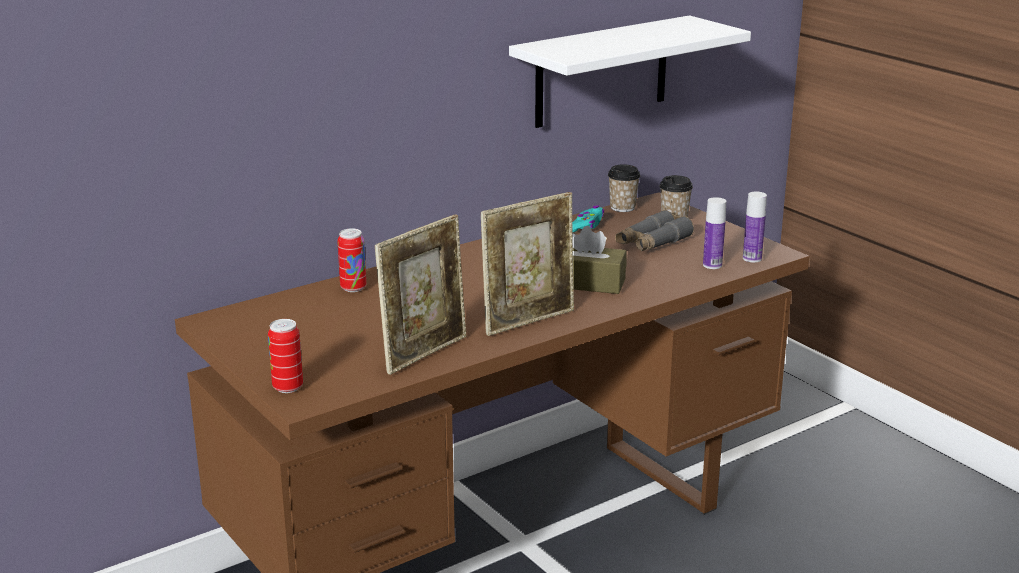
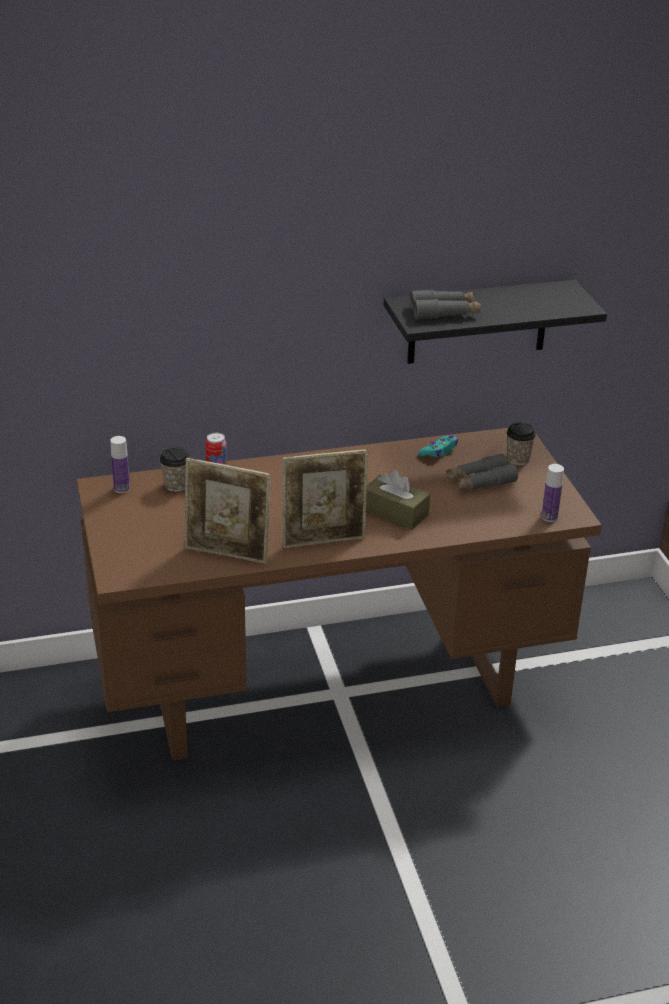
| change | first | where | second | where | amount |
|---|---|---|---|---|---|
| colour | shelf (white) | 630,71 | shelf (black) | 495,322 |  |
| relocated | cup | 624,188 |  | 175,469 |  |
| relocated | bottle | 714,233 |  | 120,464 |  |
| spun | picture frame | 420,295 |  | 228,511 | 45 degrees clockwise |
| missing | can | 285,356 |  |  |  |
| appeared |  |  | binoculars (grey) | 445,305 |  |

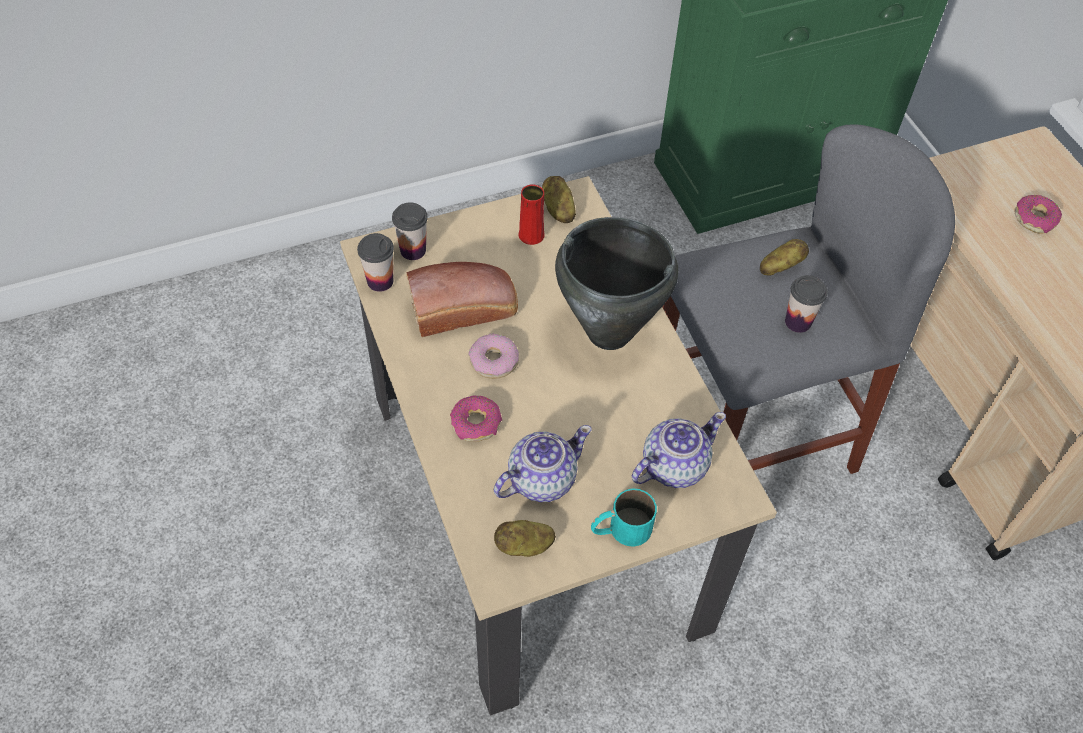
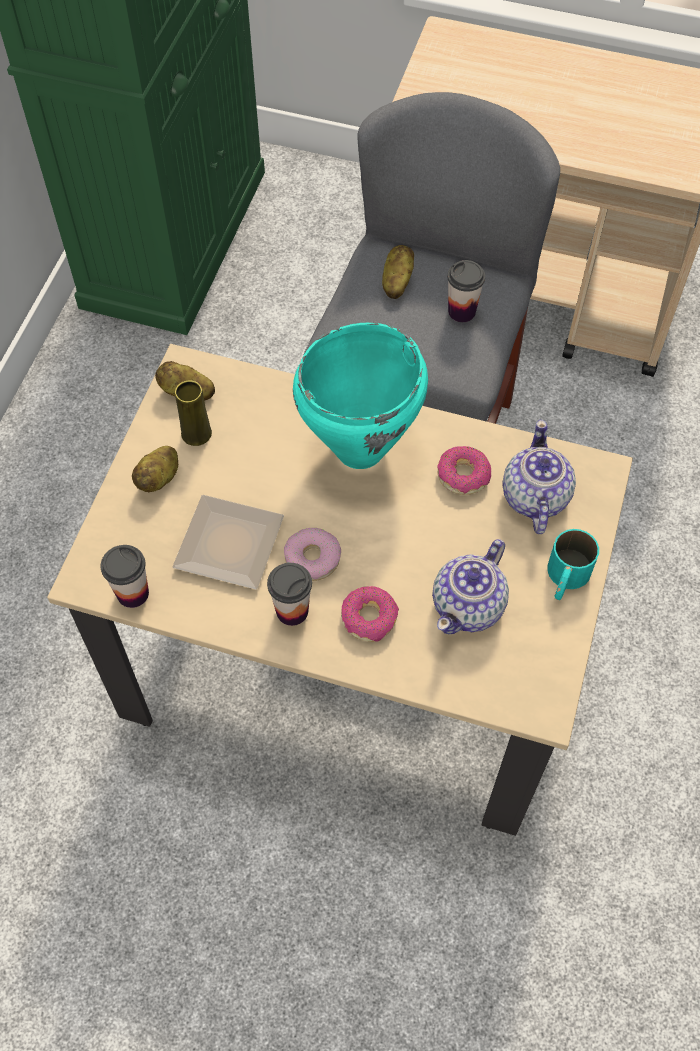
| change | first | where | second | where | amount |
|---|---|---|---|---|---|
| colour | vase (red) | 531,214 | vase (yellow) | 193,413 |  |
| relocated | donut | 1038,214 |  | 464,470 |  |
| relocated | cup | 410,231 |  | 289,594 |  |
| colour | cooking pot (black) | 616,283 | cooking pot (turquoise) | 360,396 |  |
| exchanged | bread | 462,299 | plate | 228,542 |  |
| spun | teapot | 543,463 |  | 470,587 | 150 degrees counterclockwise |
| relocated | potato | 525,538 |  | 155,469 |  |

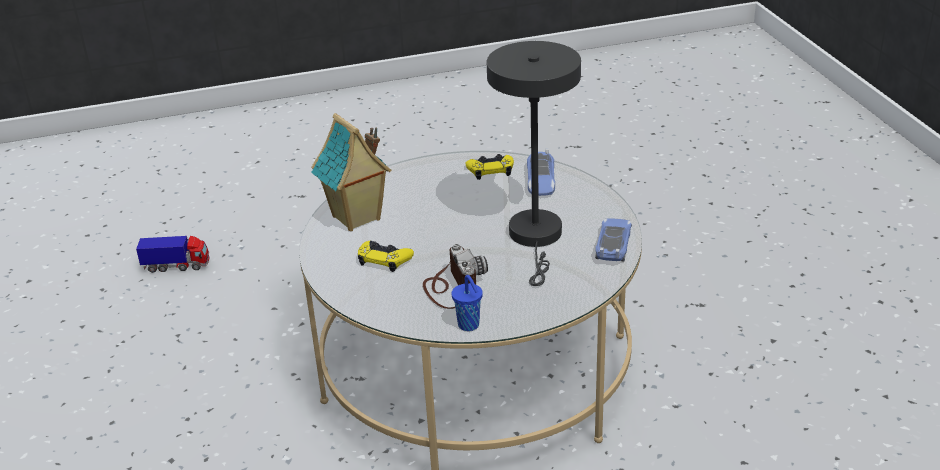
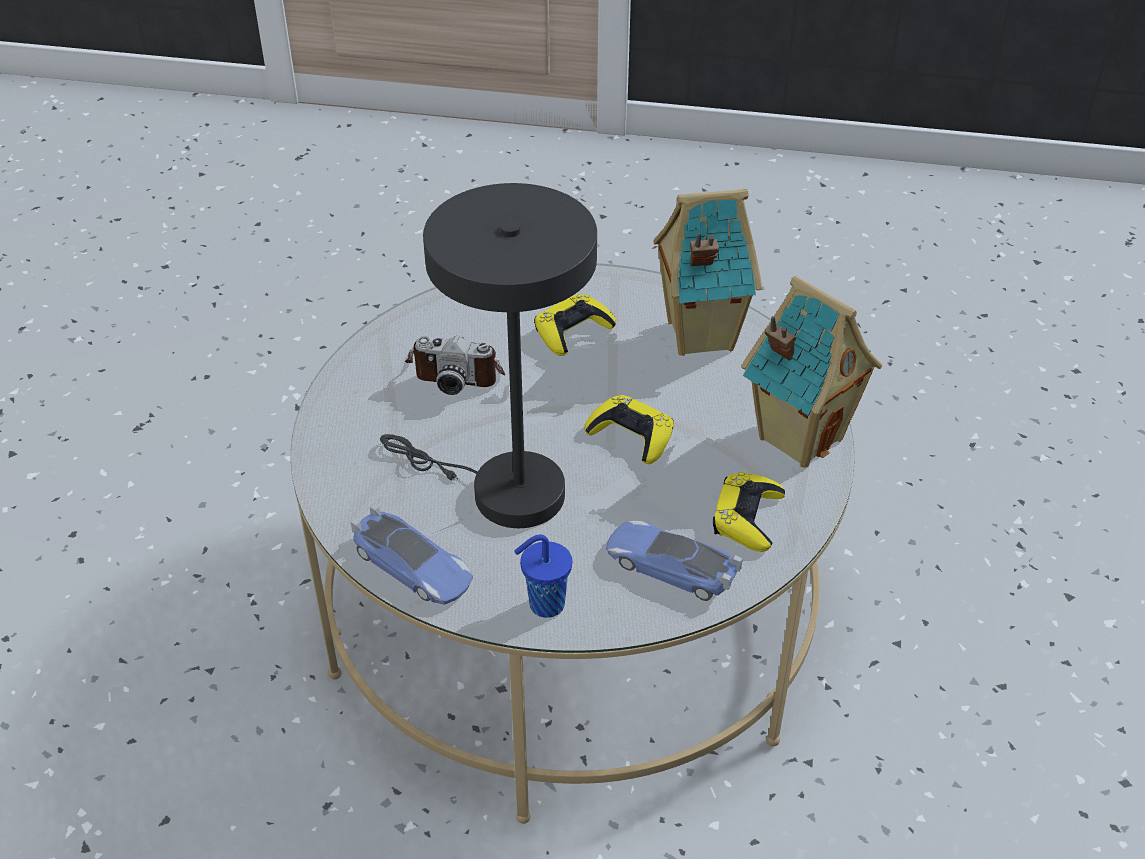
| change | first | where | second | where | amount |
|---|---|---|---|---|---|
| missing | toy truck | 172,254 |  |  |  |
| relocated | cup (blue) | 467,303 |  | 543,576 |  |
| appeared |  |  | toy house | 811,372 |  |
| appeared |  |  | game controller (yellow) | 629,429 |  |

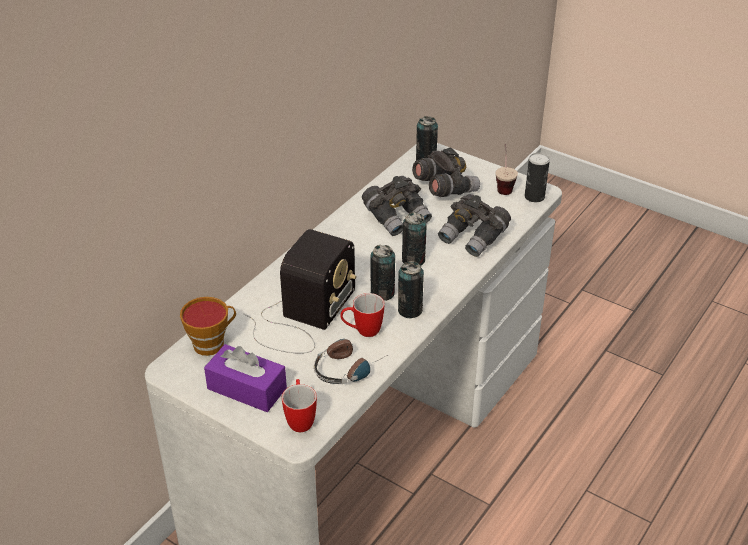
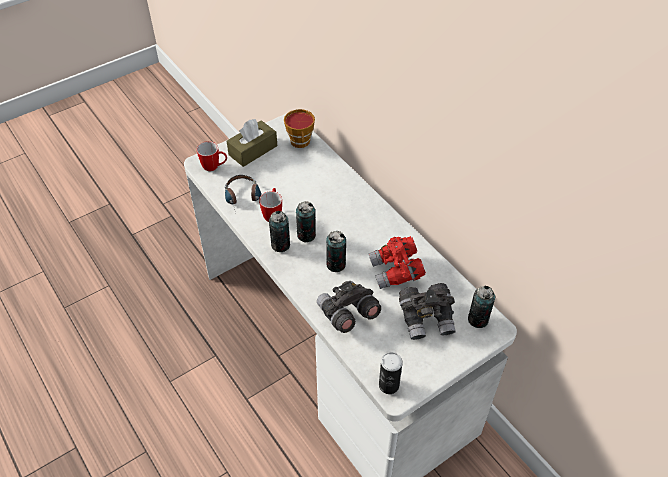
| change | first | where | second | where | amount |
|---|---|---|---|---|---|
| missing | cup | 507,169 |  |  |  |
| colour | binoculars (grey) | 397,206 | binoculars (red) | 397,262 |  |
| missing | radio | 300,291 |  |  |  |
| colour | tissue box (purple) | 245,378 | tissue box (brown) | 252,143 |  |

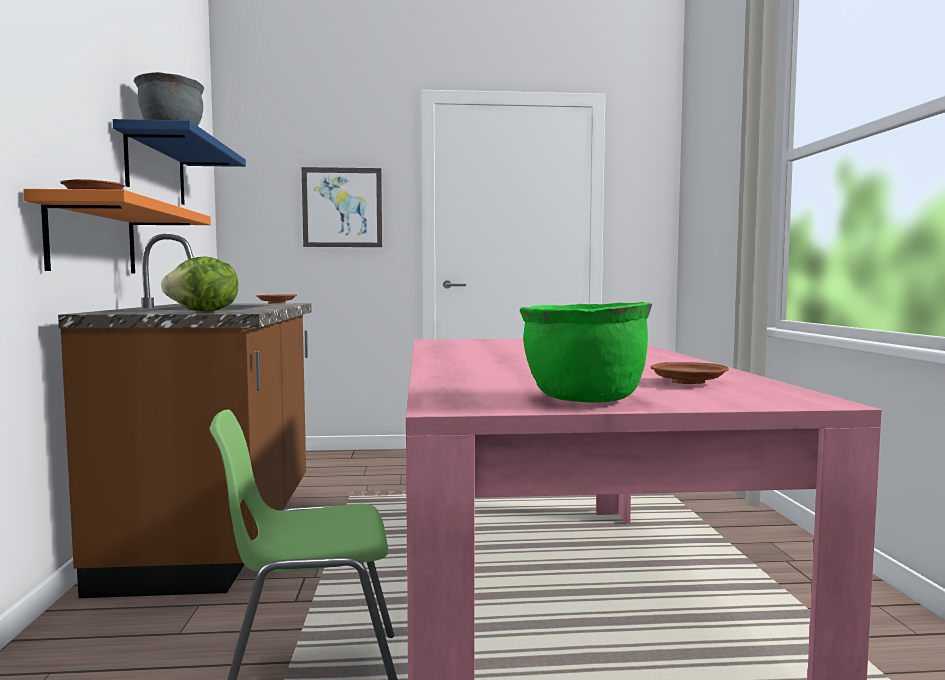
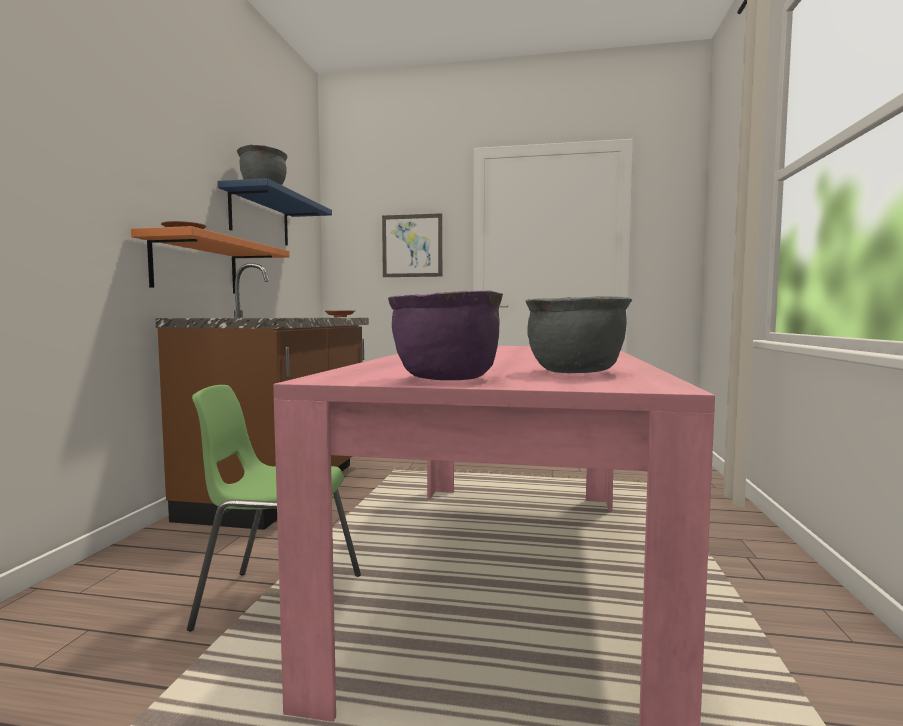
| change | first | where | second | where | amount |
|---|---|---|---|---|---|
| missing | lettuce | 199,284 |  |  |  |
| colour | cooking pot (green) | 586,352 | cooking pot (purple) | 445,335 |  |
| exchanged | plate (brown) | 689,373 | cooking pot (grey) | 578,334 |  |

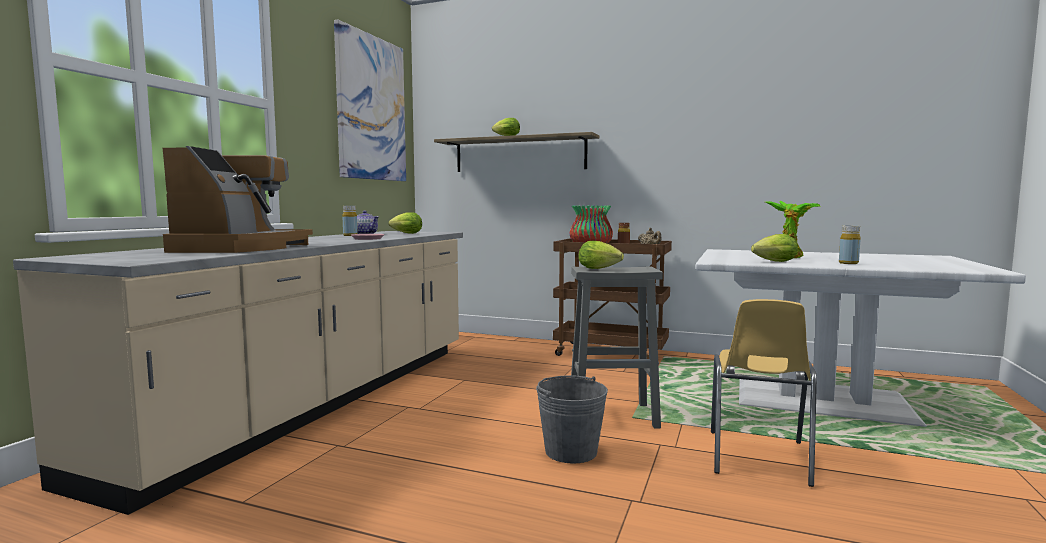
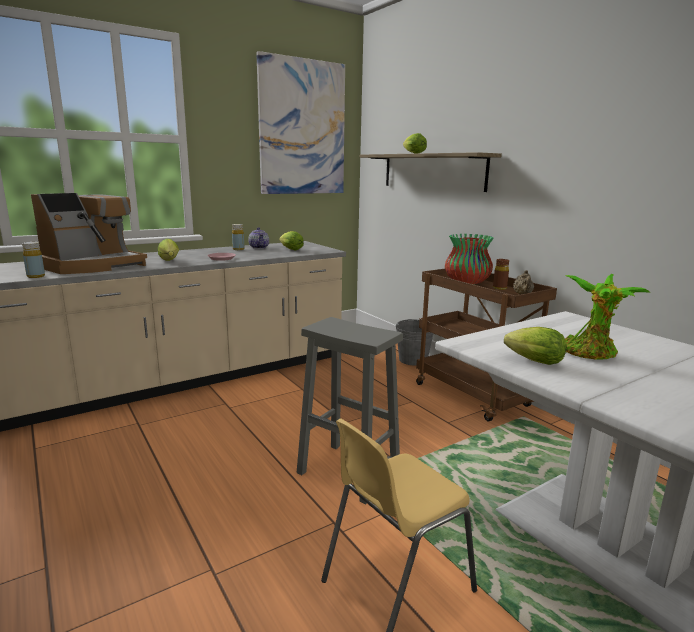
| change | first | where | second | where | amount |
|---|---|---|---|---|---|
| relocated | bottle (yellow) | 850,245 |  | 33,260 |  |
| relocated | lettuce | 601,255 |  | 168,250 |  |
| relocated | bucket (grey) | 572,419 |  | 414,342 |  |

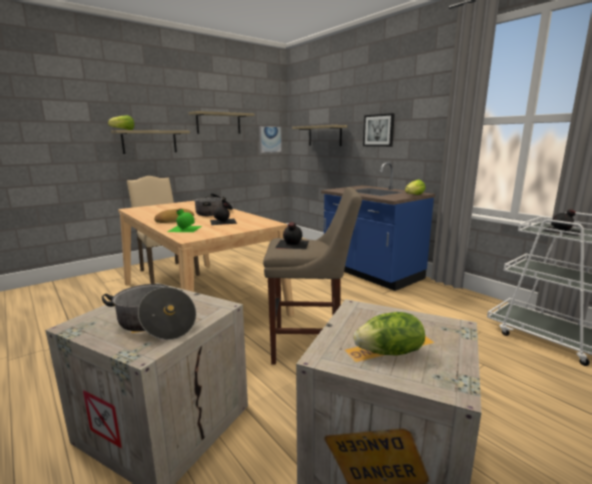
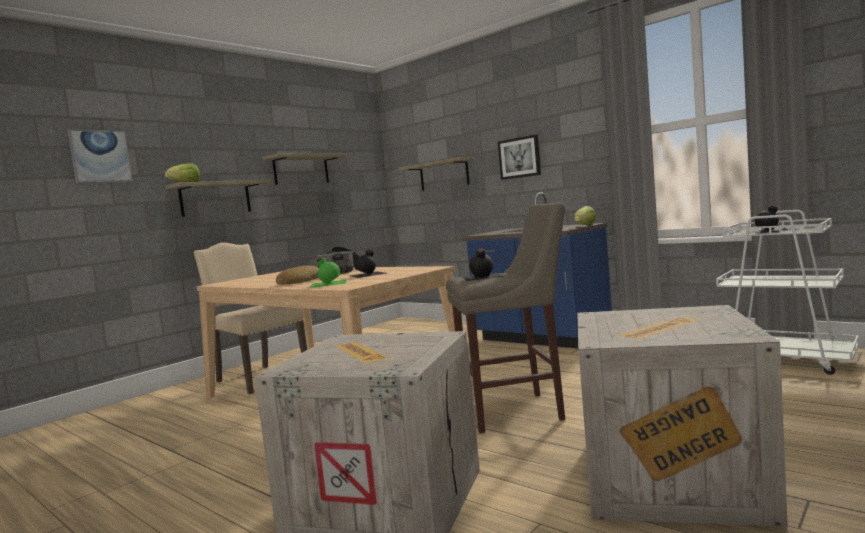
| change | first | where | second | where | amount |
|---|---|---|---|---|---|
| relocated | picture | 270,139 |  | 100,156 |  |
| missing | cooking pot | 149,312 |  |  |  |
| missing | lettuce | 389,334 |  |  |  |

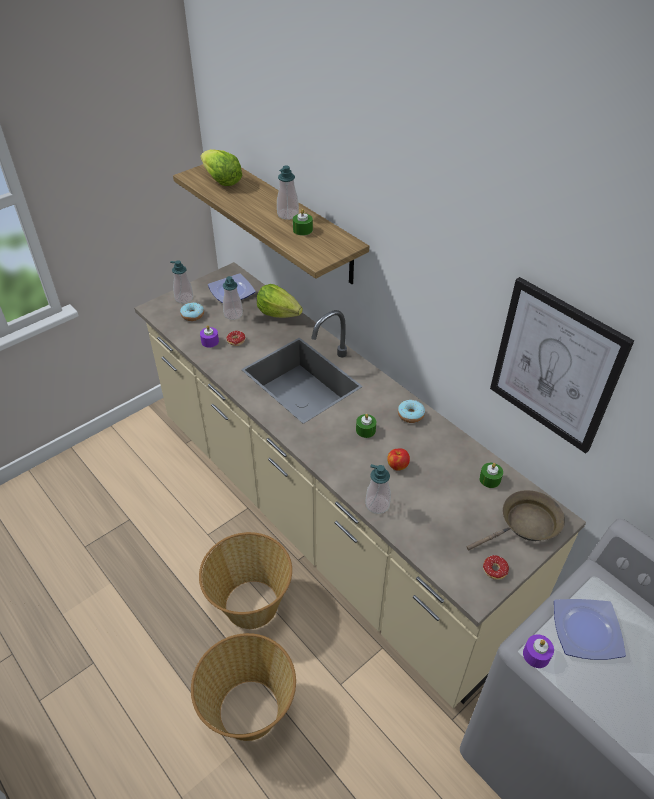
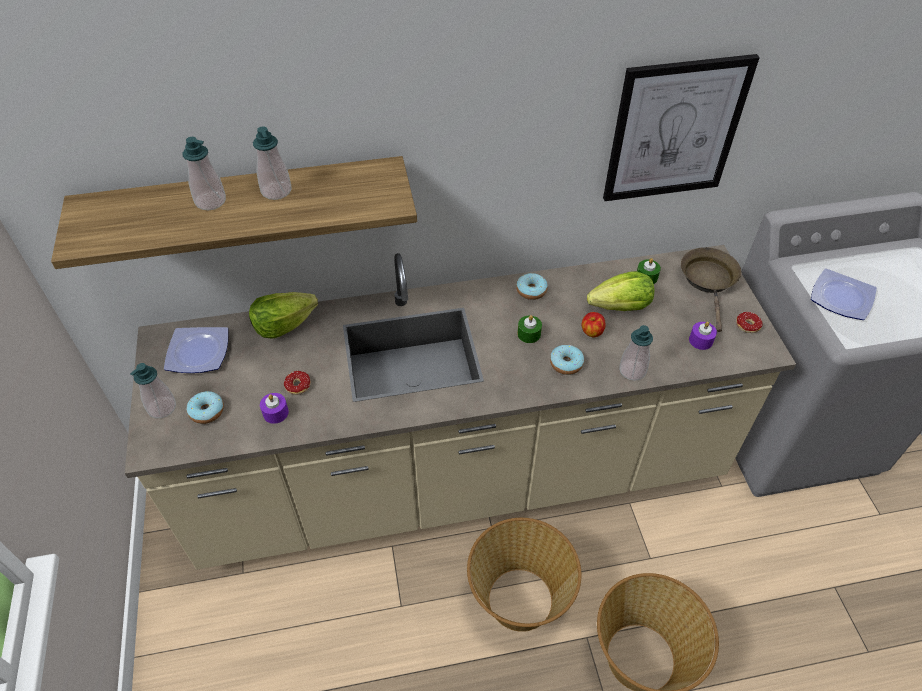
| change | first | where | second | where | amount |
|---|---|---|---|---|---|
| relocated | lettuce | 221,167 |  | 620,291 |  |
| missing | candle (green) | 303,222 |  |  |  |
| relocated | soap dispenser | 233,298 |  | 204,174 |  |
| relocated | candle (purple) | 538,651 |  | 703,336 |  |
| appeared |  |  | donut | 567,360 |  |

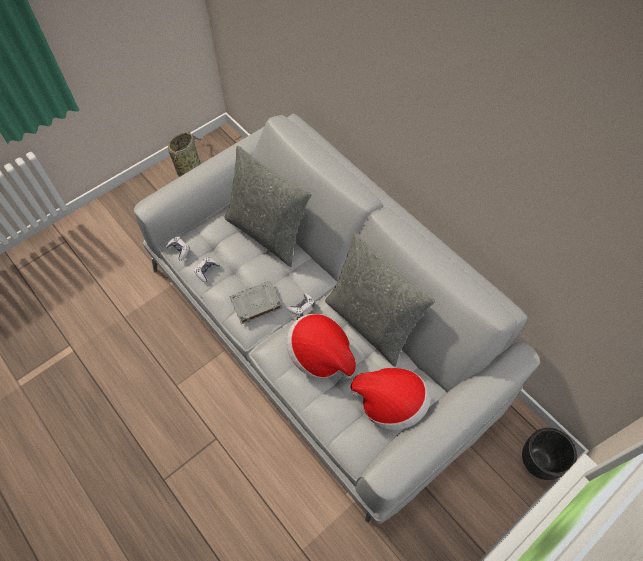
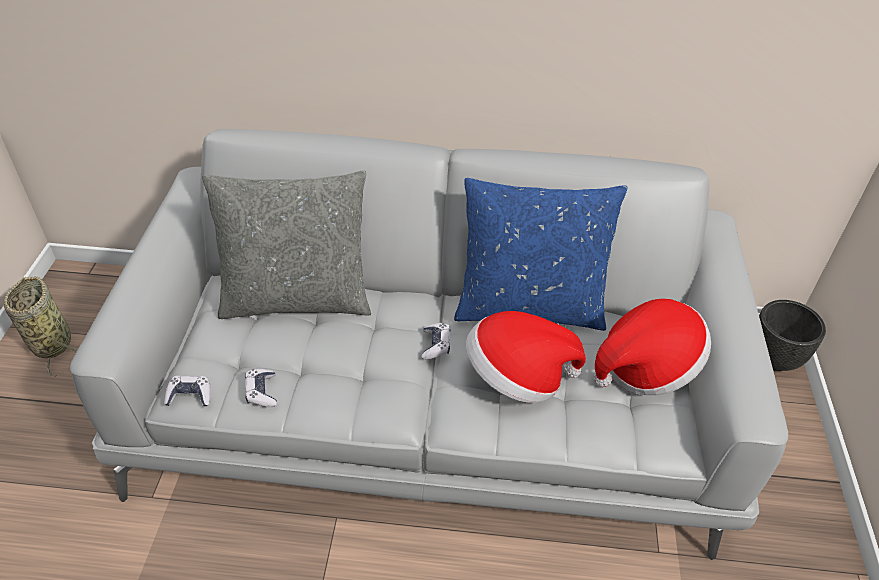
| change | first | where | second | where | amount |
|---|---|---|---|---|---|
| colour | pillow (grey) | 380,300 | pillow (blue) | 541,254 |  |
| missing | book (grey) | 256,302 |  |  |  |

